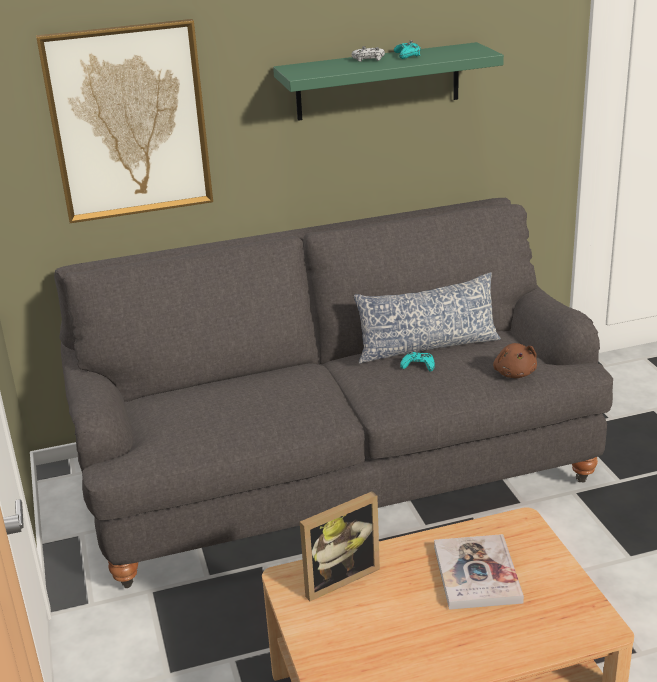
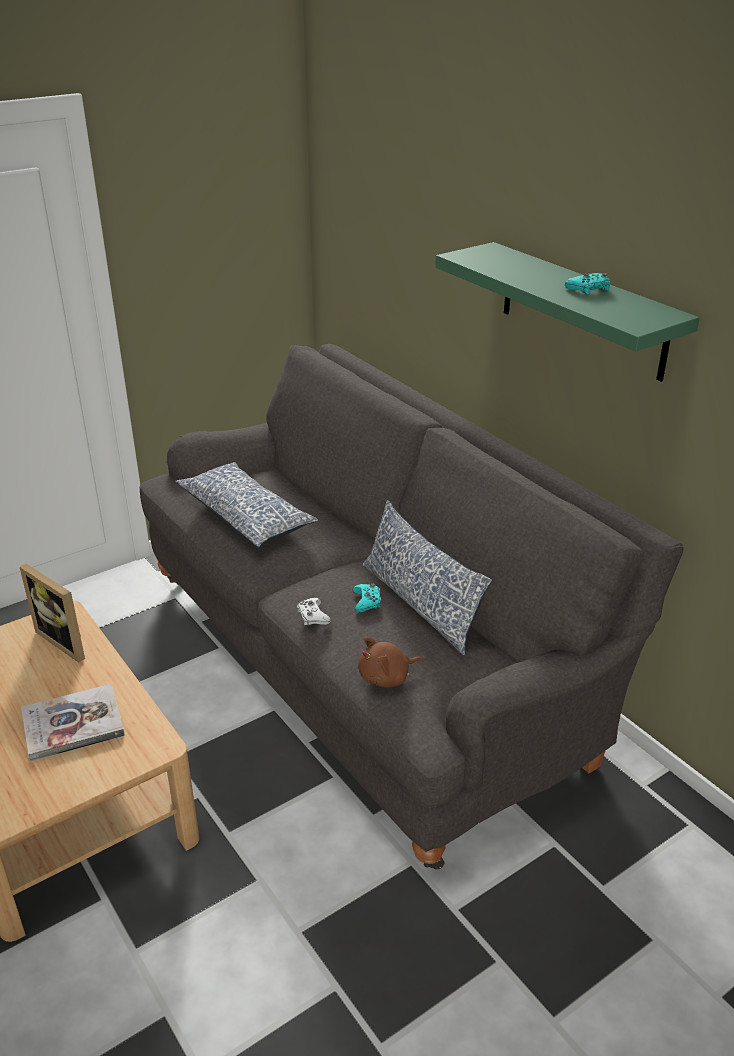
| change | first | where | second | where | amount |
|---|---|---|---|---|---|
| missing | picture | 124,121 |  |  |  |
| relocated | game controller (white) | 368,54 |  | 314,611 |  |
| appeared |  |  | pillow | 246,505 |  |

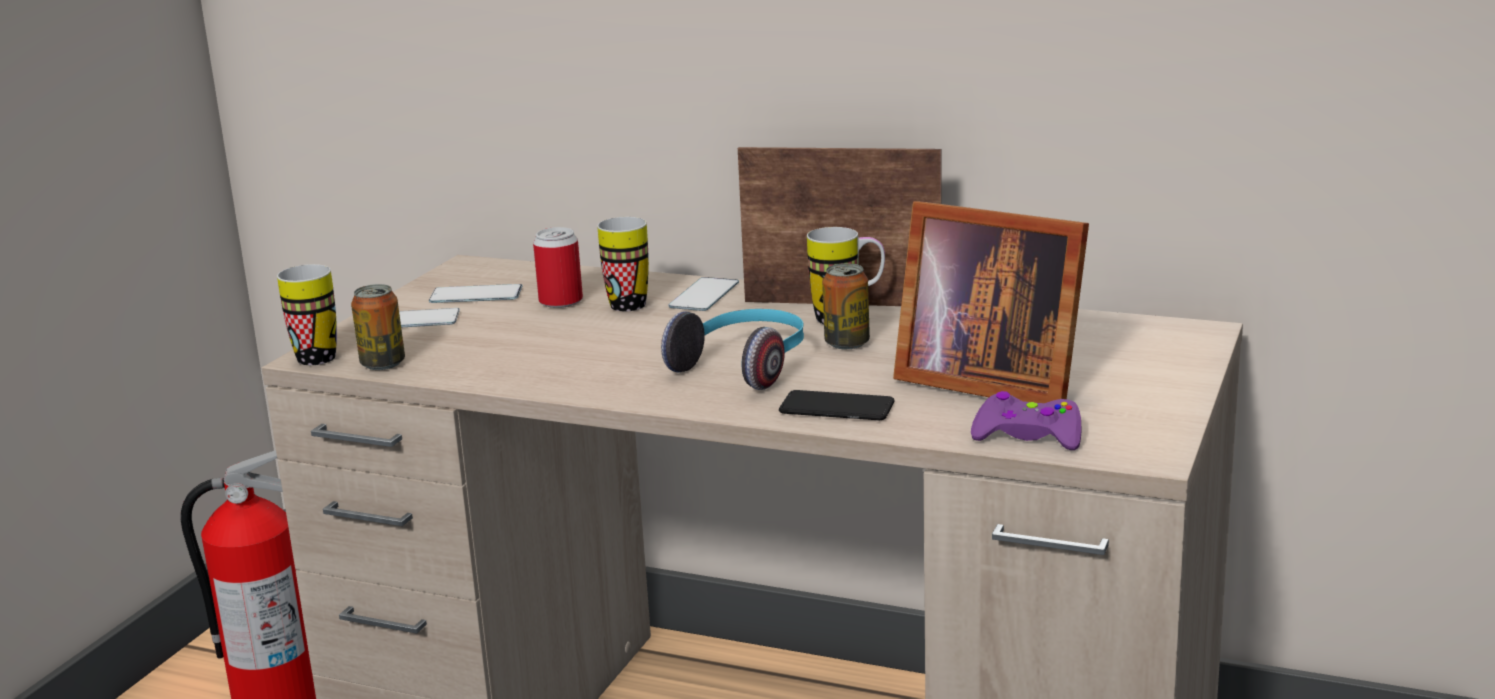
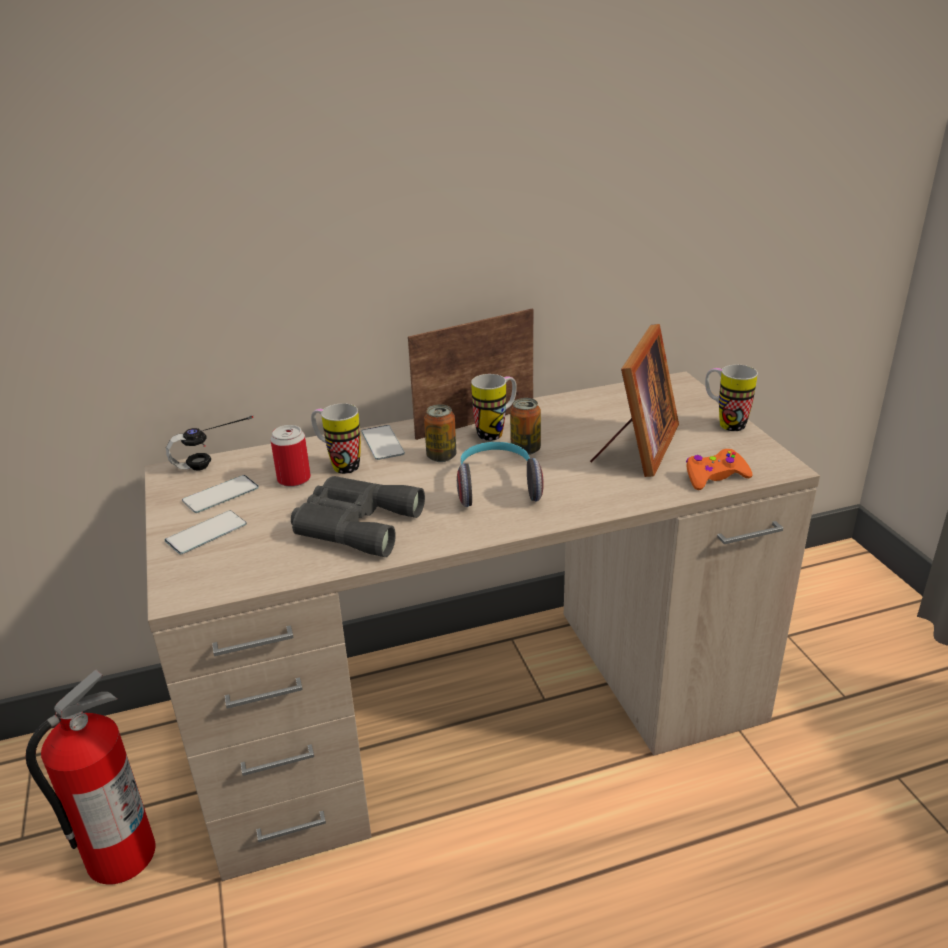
| change | first | where | second | where | amount |
|---|---|---|---|---|---|
| spun | picture frame | 991,302 |  | 634,400 | 60 degrees counterclockwise |
| relocated | mug | 307,314 |  | 731,398 |  |
| relocated | can | 378,327 |  | 440,433 |  |
| missing | phone | 837,405 |  |  |  |
| colour | game controller (purple) | 1026,420 | game controller (orange) | 719,469 |  |
| appeared |  |  | headphones | 210,443 |  |
| appeared |  |  | binoculars (grey) | 358,516 |  |

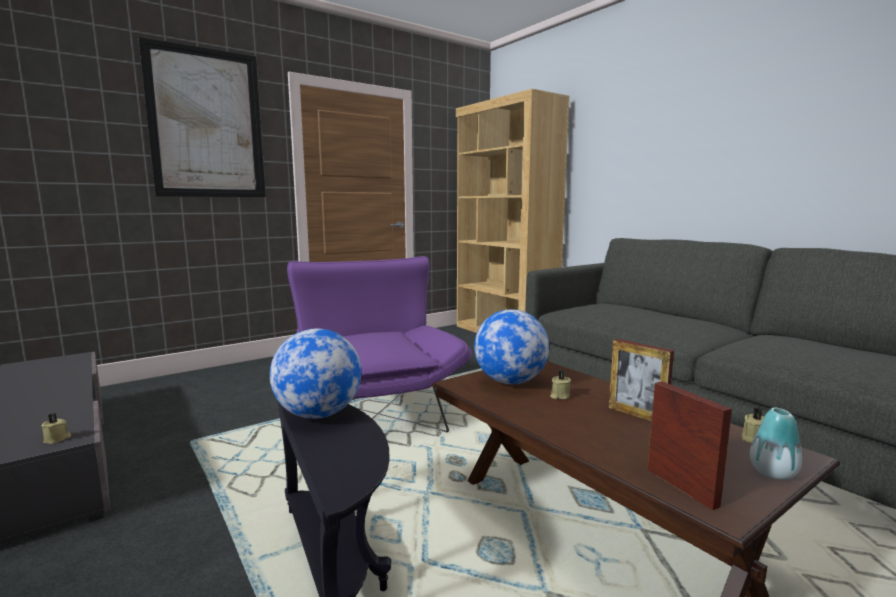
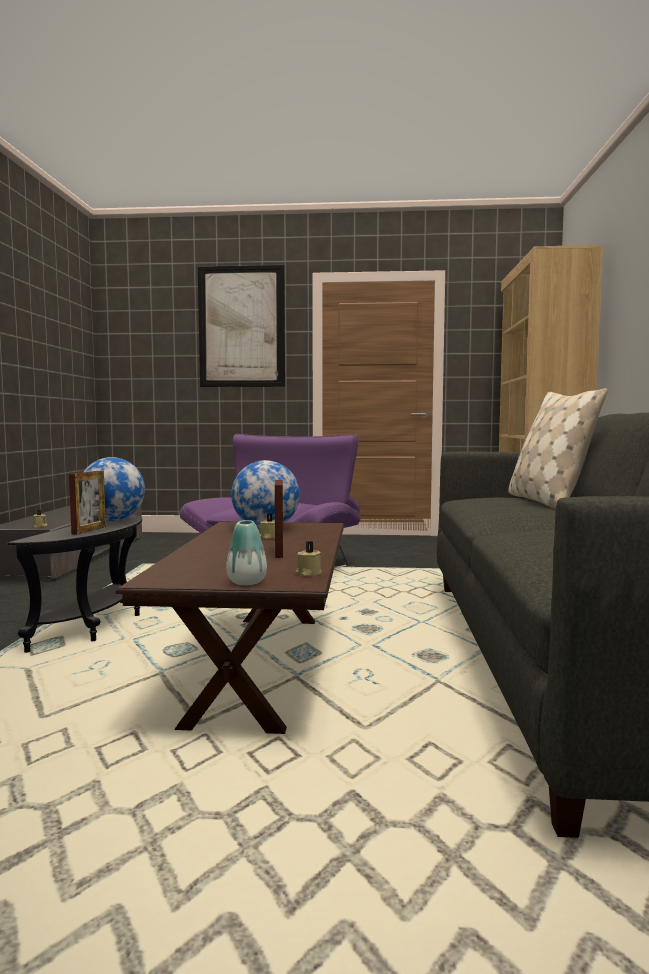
| change | first | where | second | where | amount |
|---|---|---|---|---|---|
| relocated | picture frame | 690,445 |  | 87,503 |  |
| appeared |  |  | pillow (beige) | 558,448 |  |

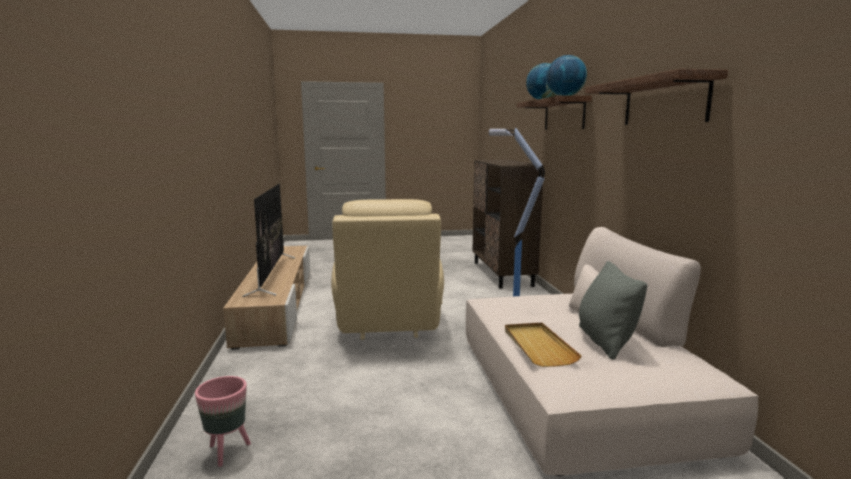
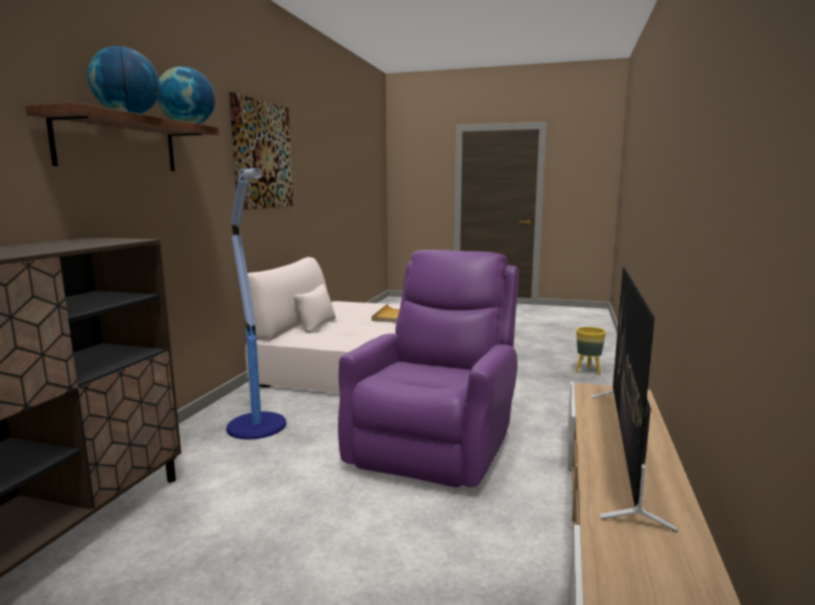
| change | first | where | second | where | amount |
|---|---|---|---|---|---|
| exchanged | shelf | 656,97 | picture | 261,151 |  |
| colour | armchair (beige) | 387,269 | armchair (purple) | 428,368 |  |
| missing | pillow (grey) | 613,310 |  |  |  |
| colour | planter (pink) | 223,421 | planter (yellow) | 590,351 |  |

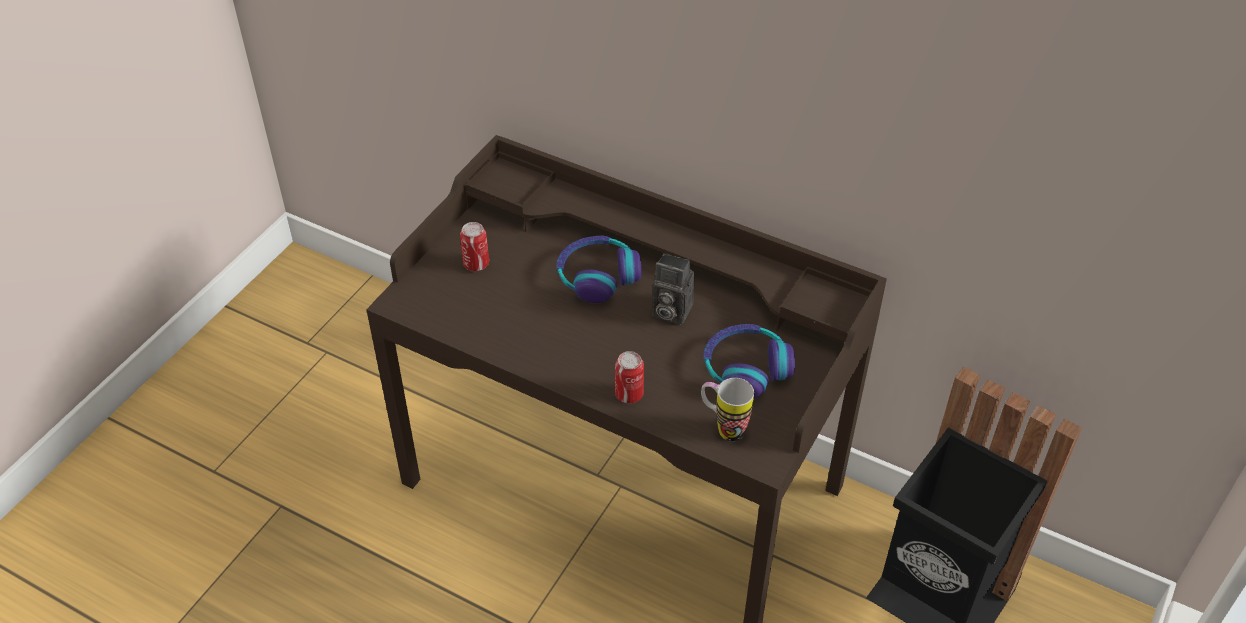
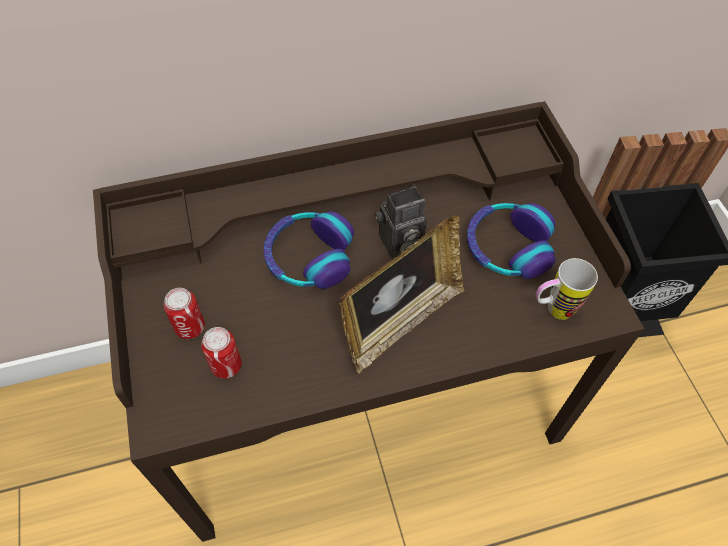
| change | first | where | second | where | amount |
|---|---|---|---|---|---|
| relocated | can | 629,377 |  | 221,353 |  |
| appeared |  |  | picture frame | 402,294 |  |

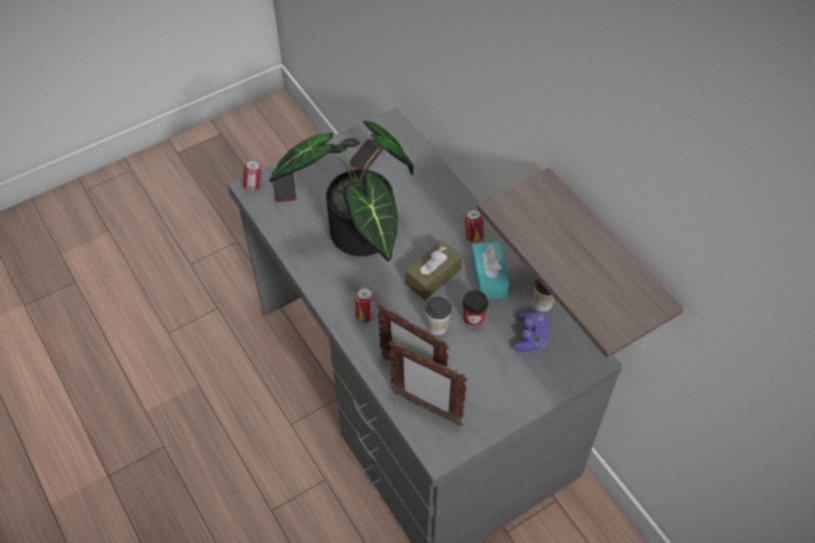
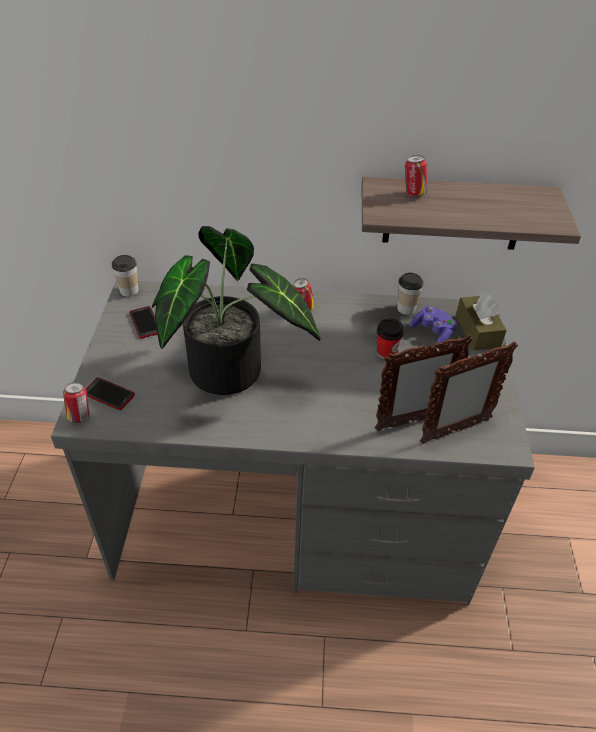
| change | first | where | second | where | amount |
|---|---|---|---|---|---|
| relocated | tissue box (brown) | 433,270 |  | 481,321 |  |
| missing | tissue box (turquoise) | 490,270 |  |  |  |
| relocated | can | 365,305 |  | 416,176 |  |
| relocated | cup | 439,315 |  | 125,276 |  |

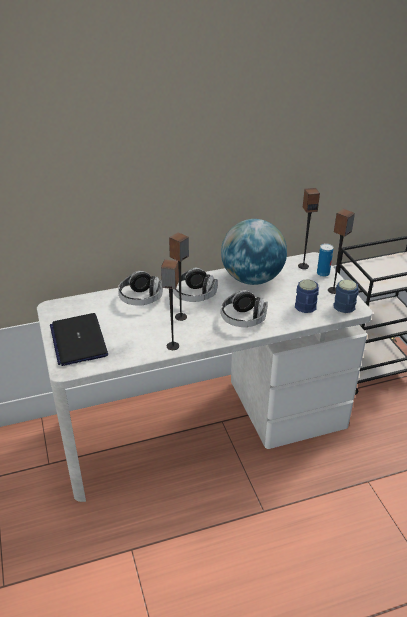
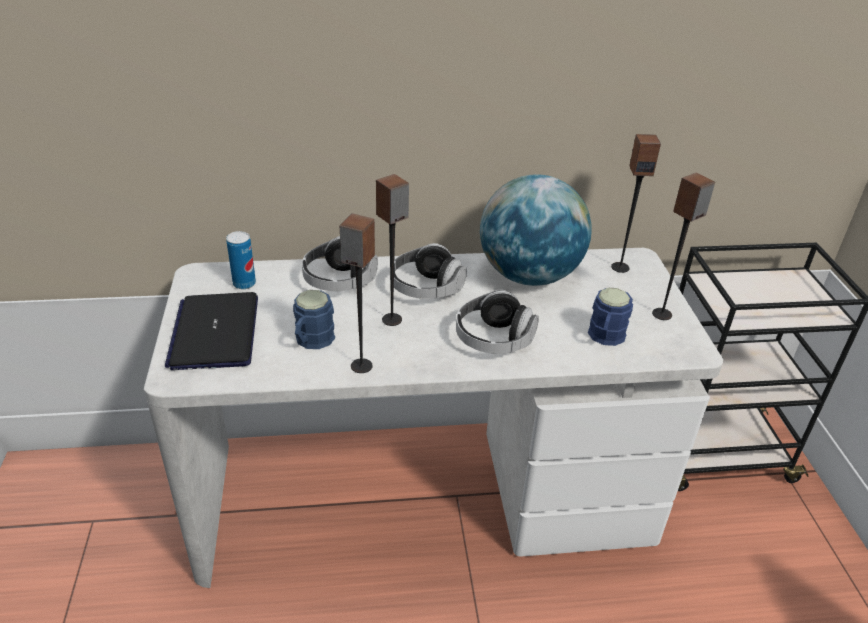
| change | first | where | second | where | amount |
|---|---|---|---|---|---|
| relocated | can | 325,260 |  | 241,260 |  |
| relocated | mug (blue) | 346,296 |  | 314,319 |  |

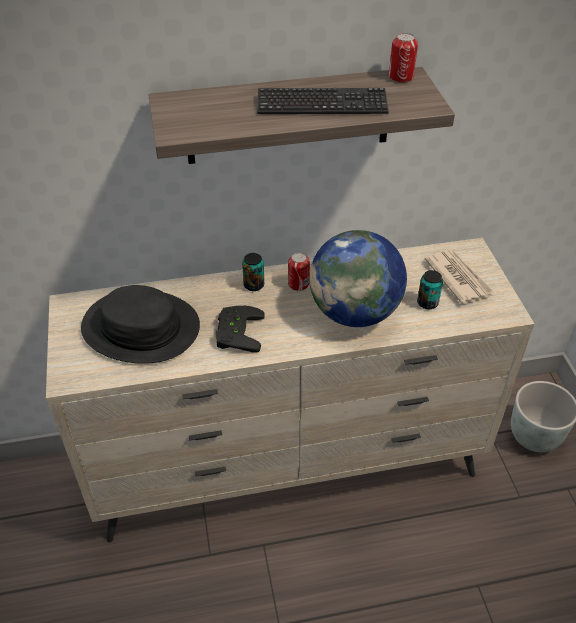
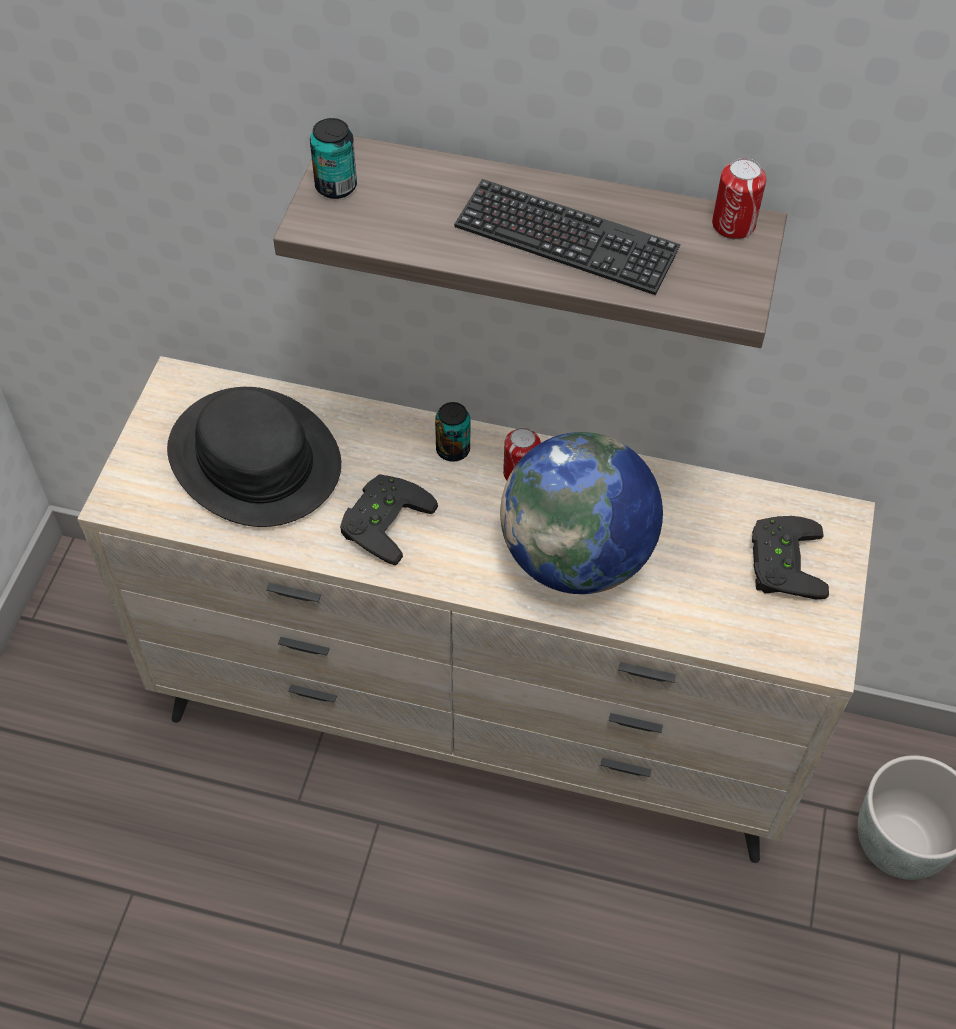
| change | first | where | second | where | amount |
|---|---|---|---|---|---|
| exchanged | newspaper | 459,277 | game controller (black) | 790,557 |  |
| relocated | can | 430,289 |  | 333,158 |  |

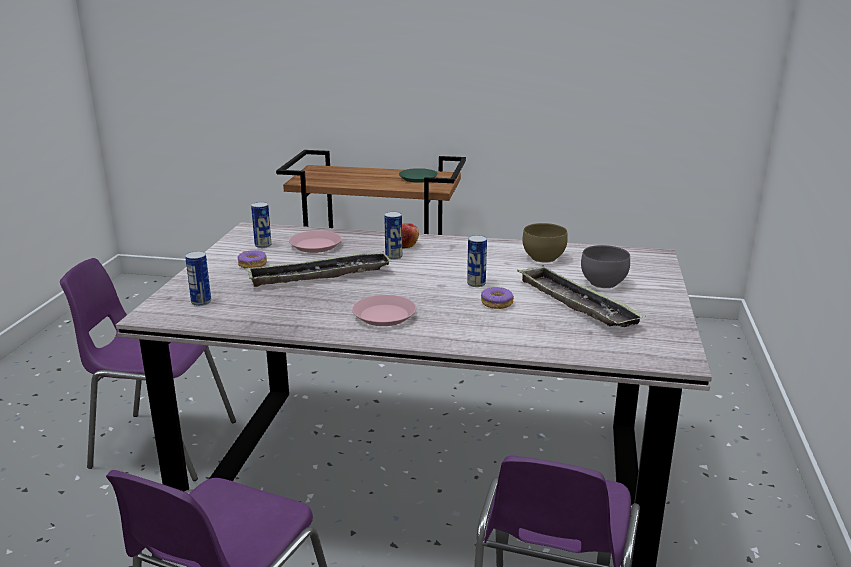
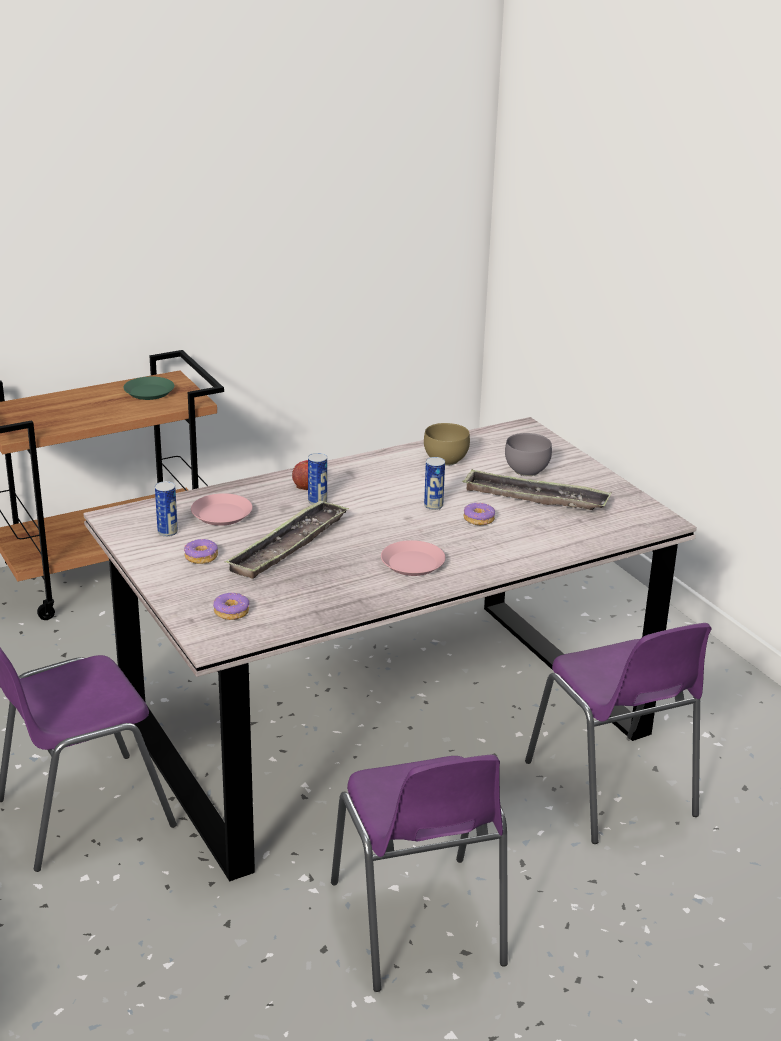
| change | first | where | second | where | amount |
|---|---|---|---|---|---|
| exchanged | can | 198,278 | donut | 231,606 |  |

